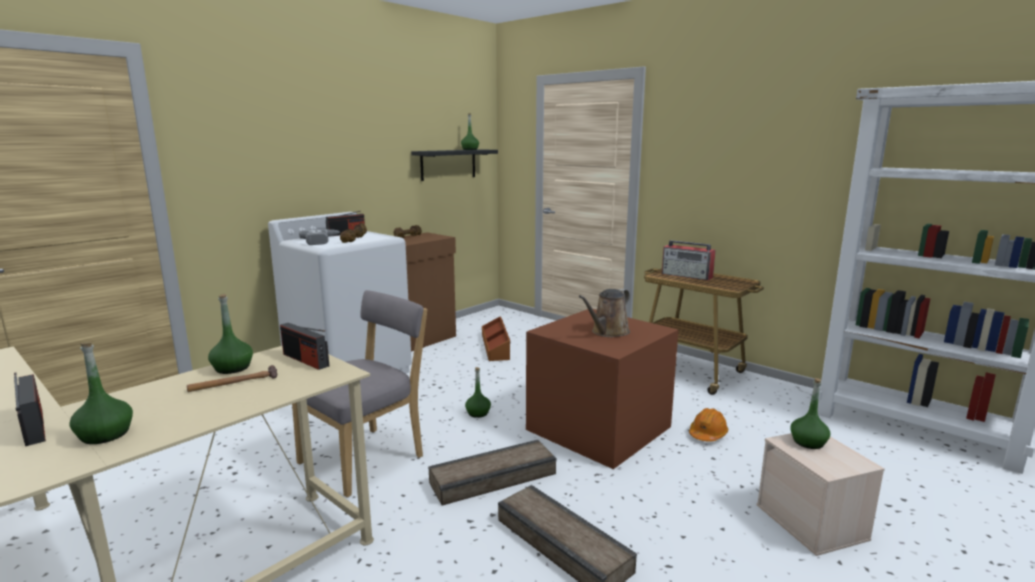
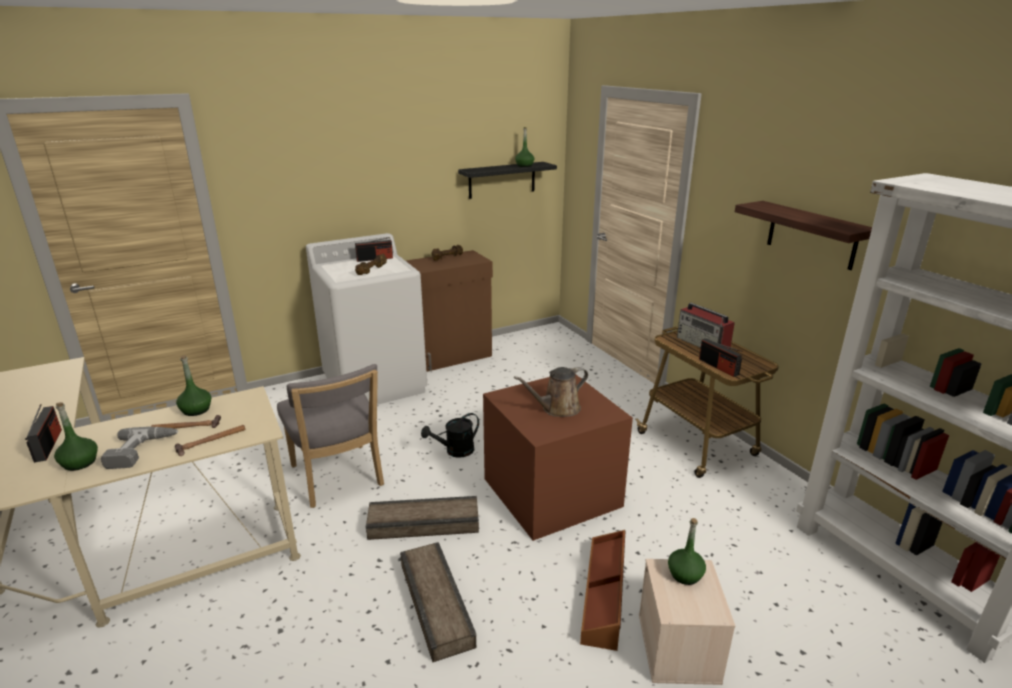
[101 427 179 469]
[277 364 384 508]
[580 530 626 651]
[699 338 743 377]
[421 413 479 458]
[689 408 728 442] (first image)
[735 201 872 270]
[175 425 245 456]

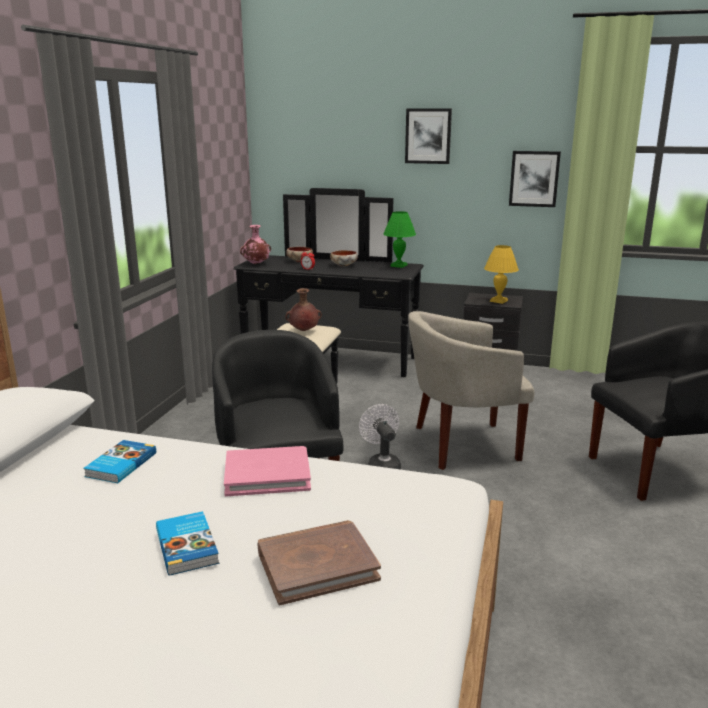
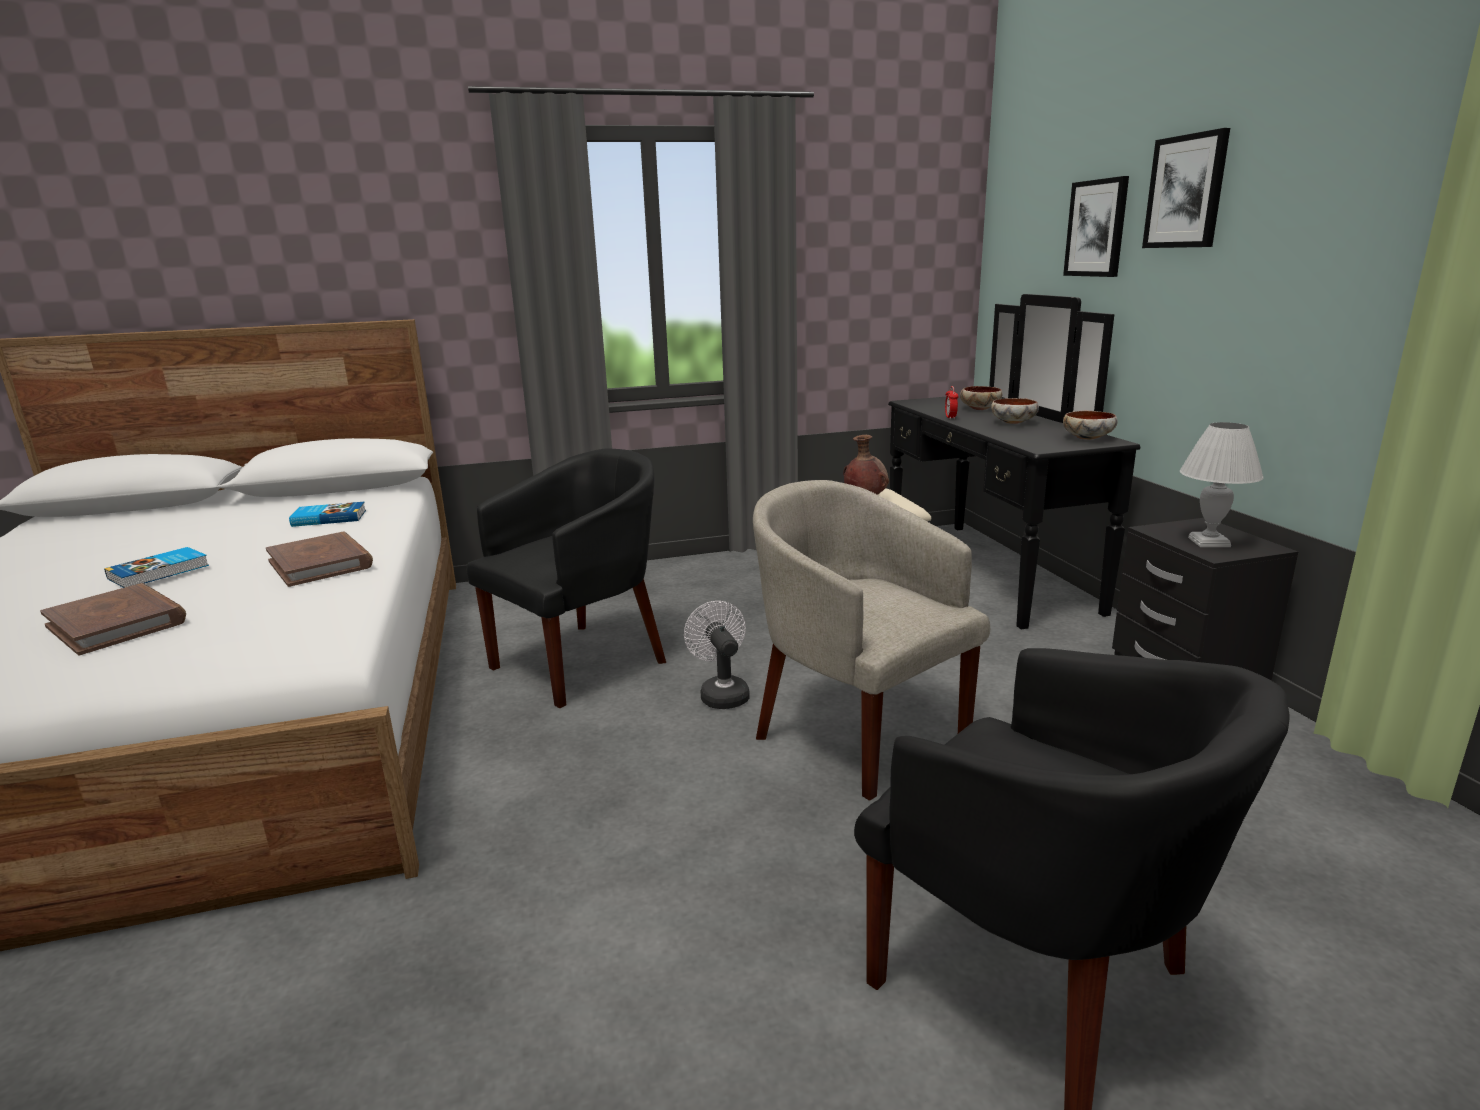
[1063 176 1129 277]
[1063 411 1118 440]
[240 225 271 264] (first image)
[1180 422 1264 547]
[684 601 750 709]
[266 532 373 587]

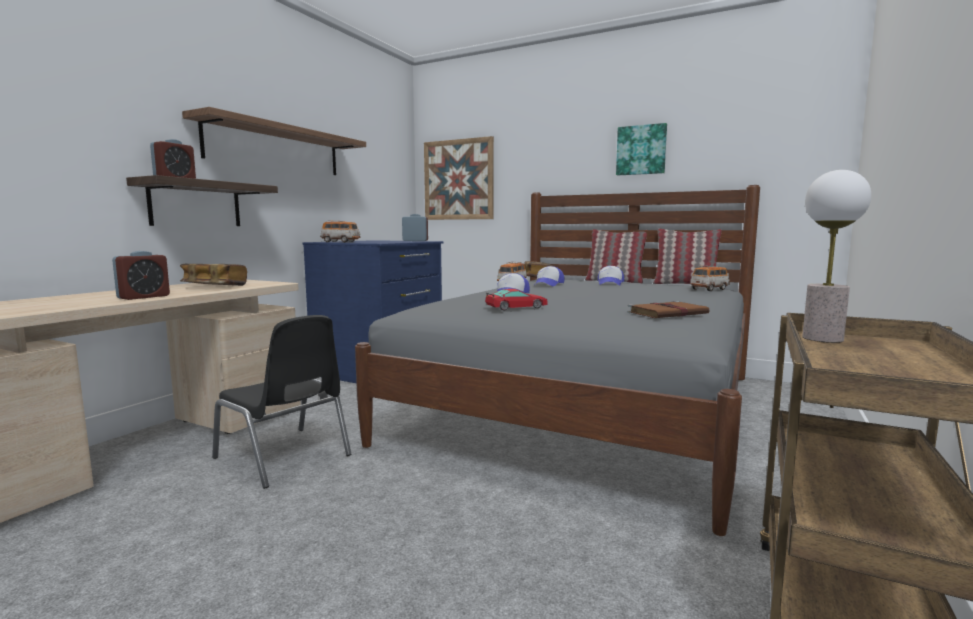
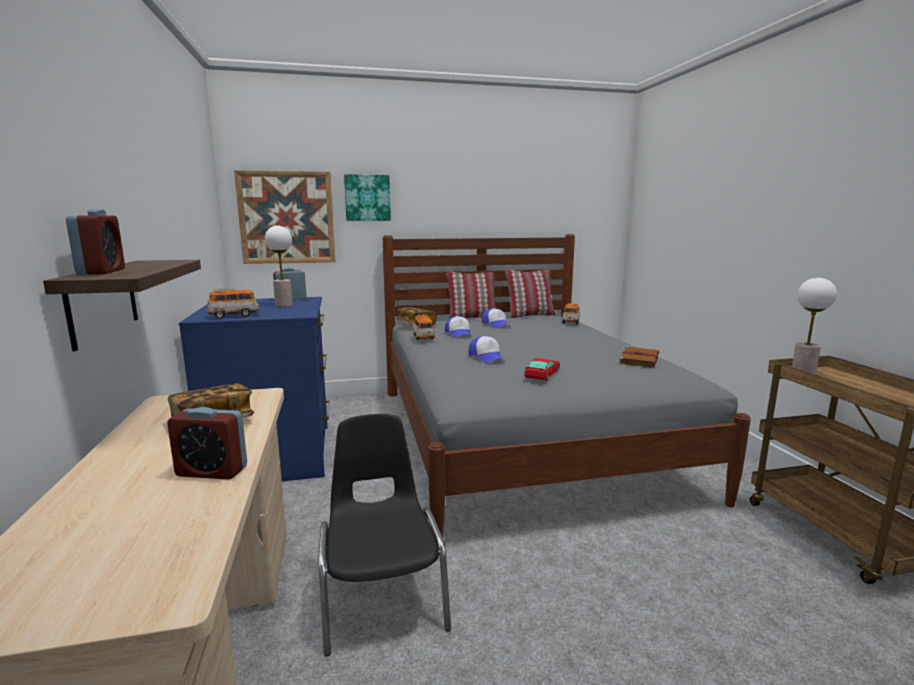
[182 107 366 175] (first image)
[344 174 391 221]
[167 407 247 479]
[319 414 451 656]
[265 226 293 307]

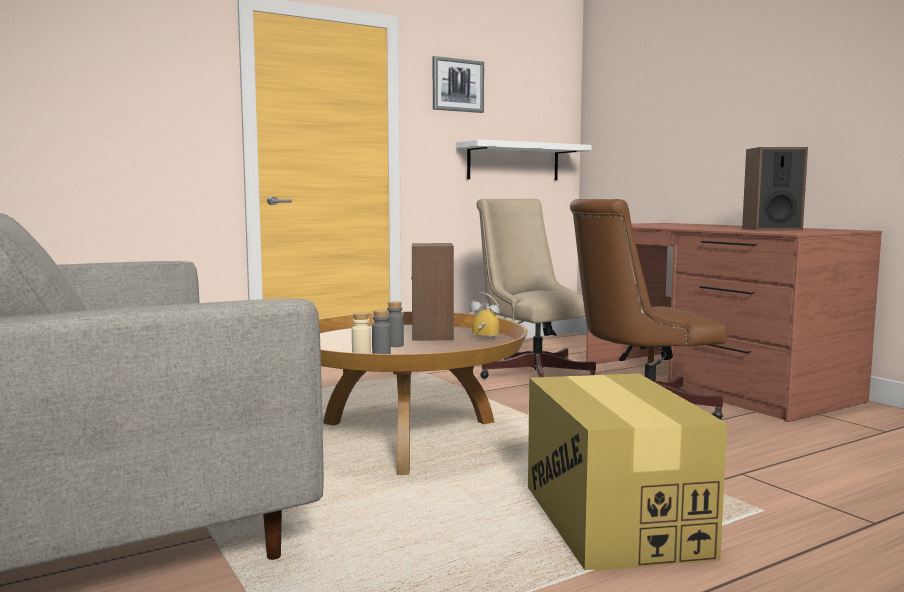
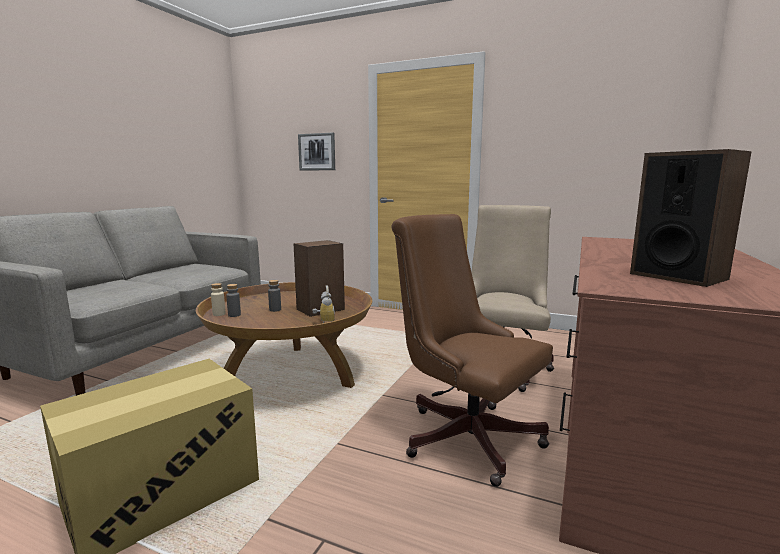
[298 133 335 171]
[456 139 592 180] (first image)

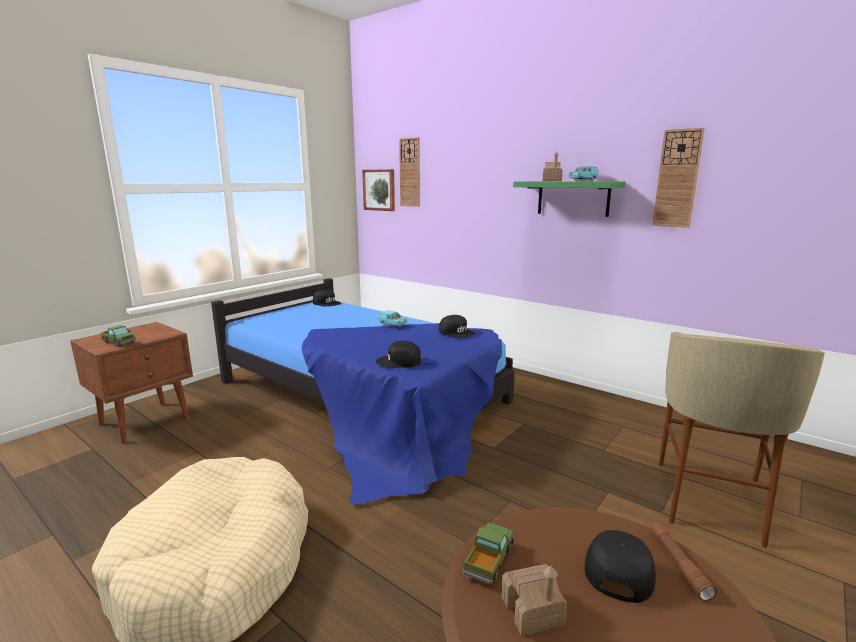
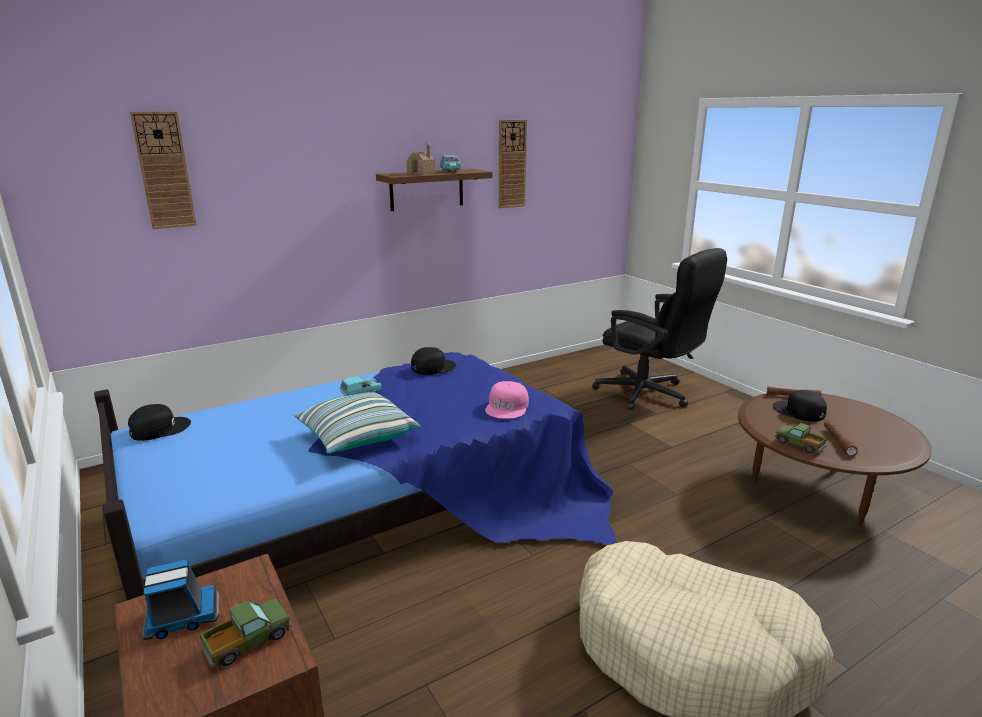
[362 169 395 211] (first image)
[376 169 493 211]
[592 248 727 410]
[485 381 529 419]
[824 421 858 456]
[294 392 421 454]
[142 560 219 640]

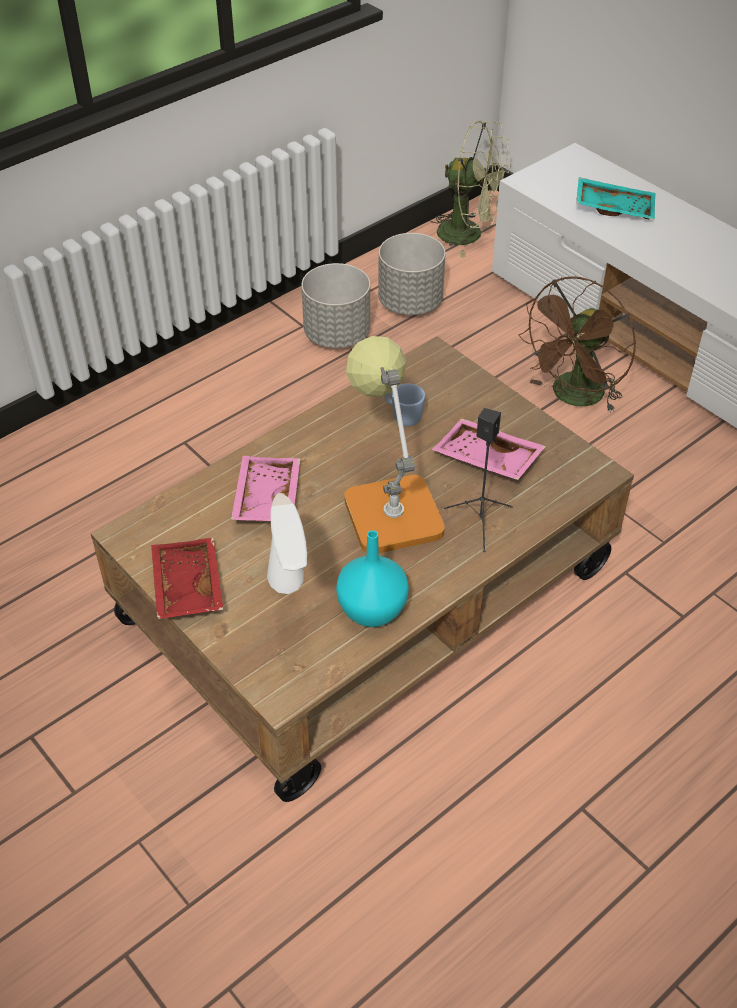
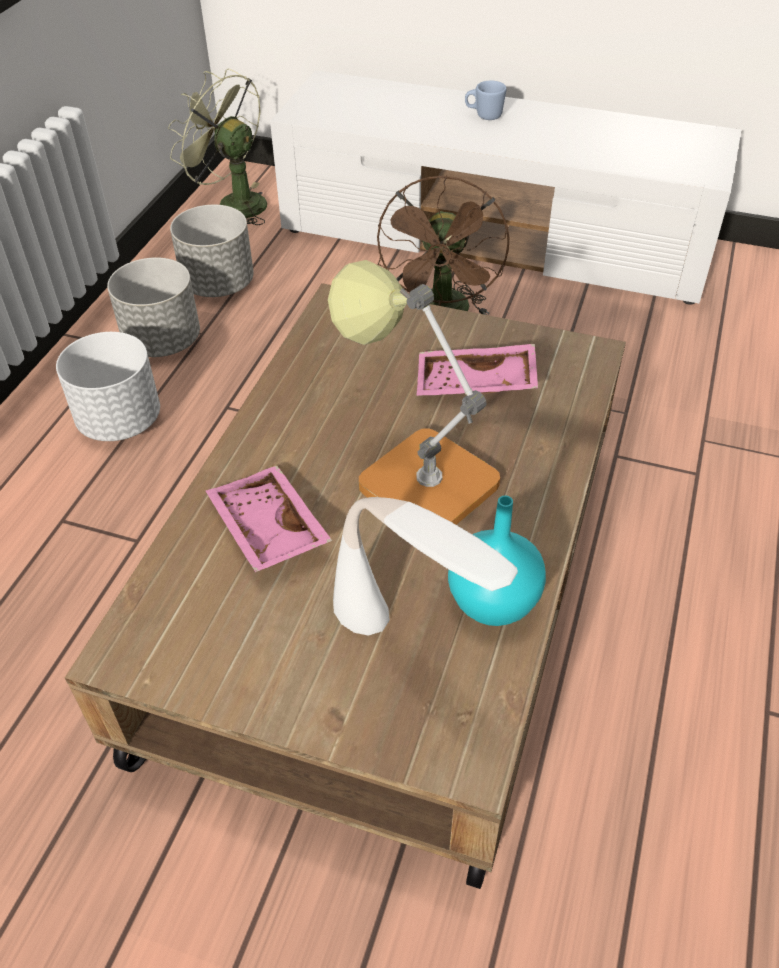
[168 69 267 225]
[576 177 655 220] (first image)
[465 81 507 120]
[444 408 513 552] (first image)
[151 538 223 619] (first image)
[56 332 160 441]

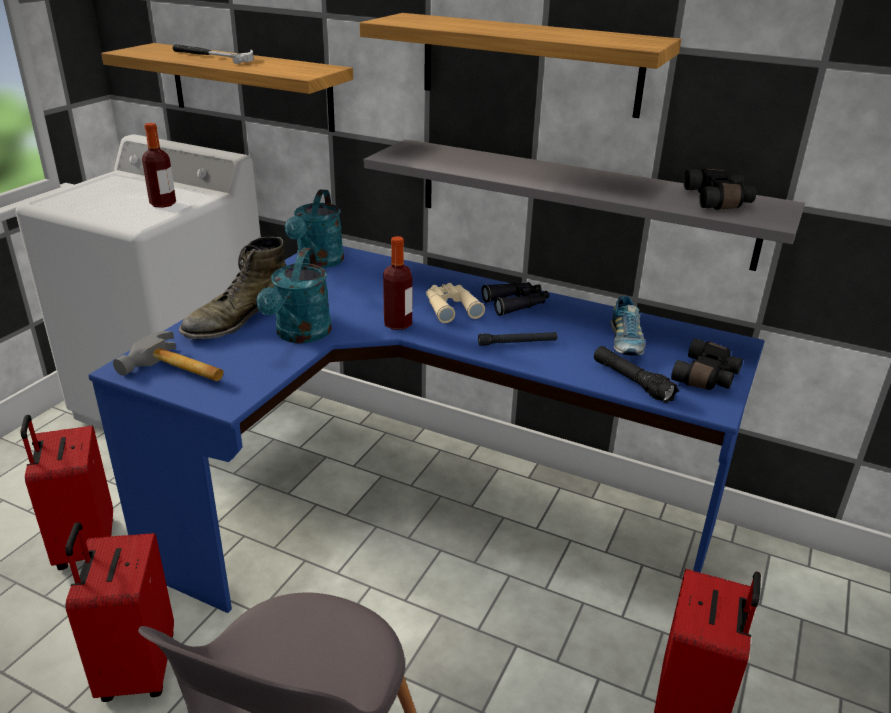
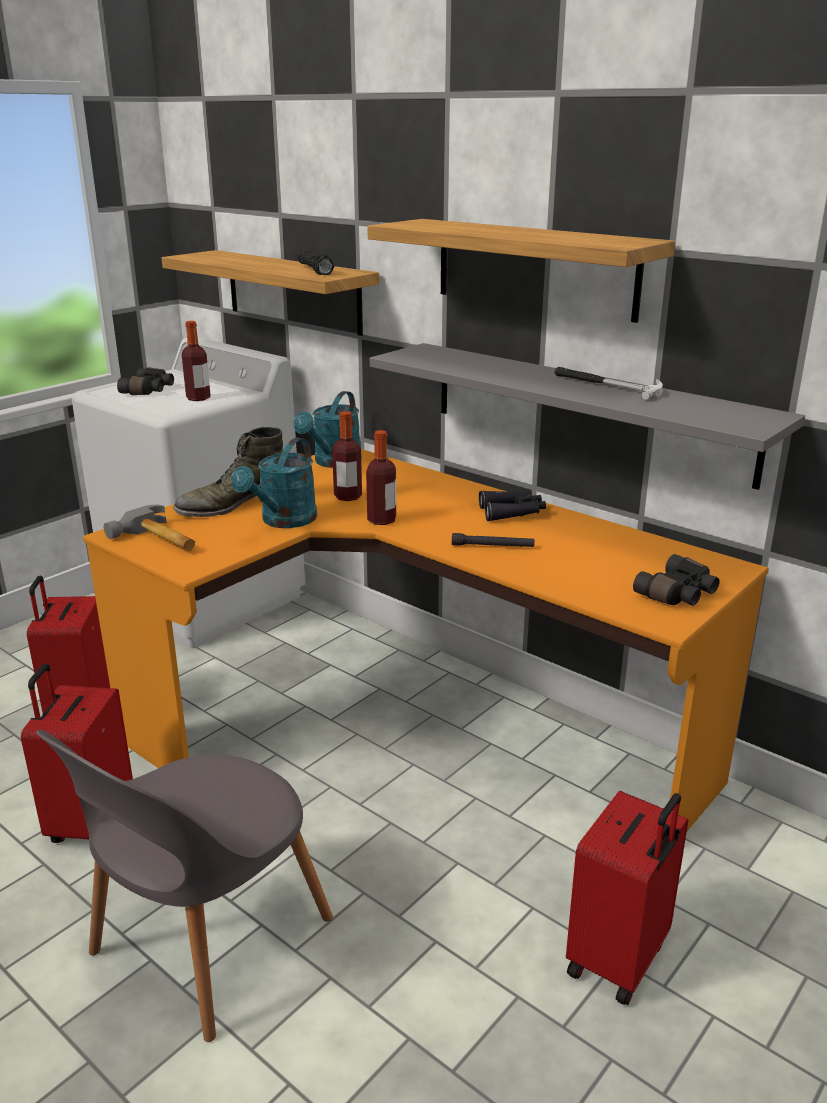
[554 367 663 400]
[117 367 174 395]
[83 449 769 831]
[426 283 485 323] (first image)
[610 295 646 356] (first image)
[297 250 334 275]
[332 411 362 501]

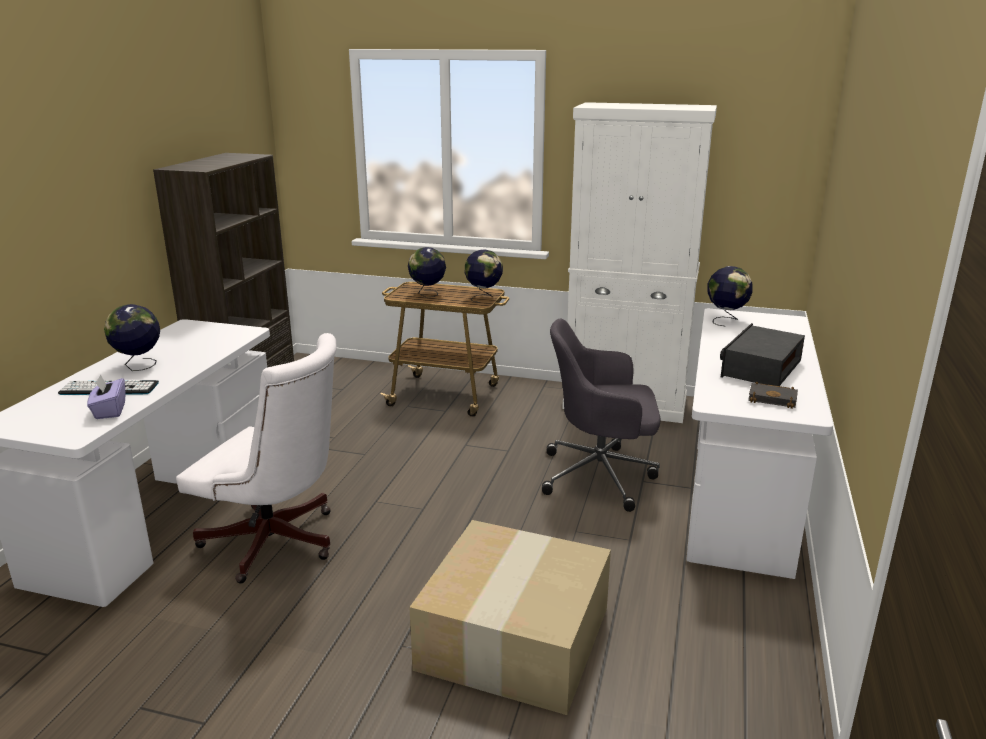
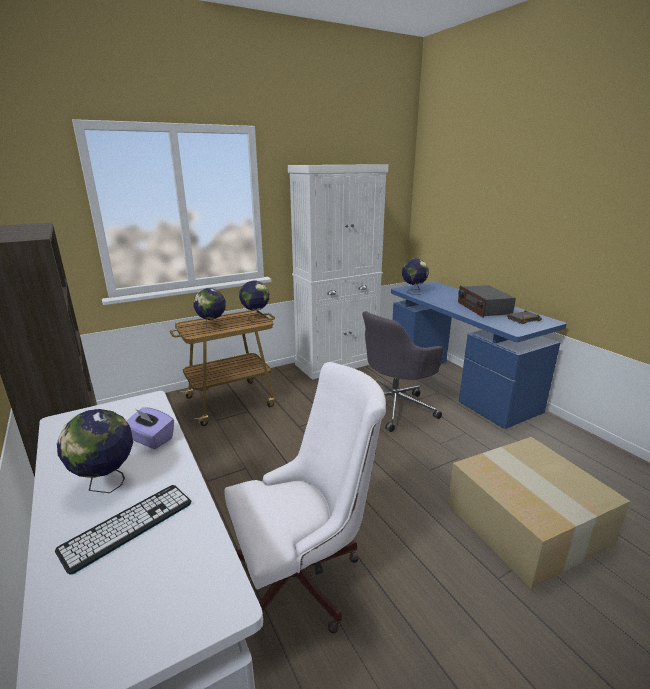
[391 282 567 429]
[127 407 174 449]

